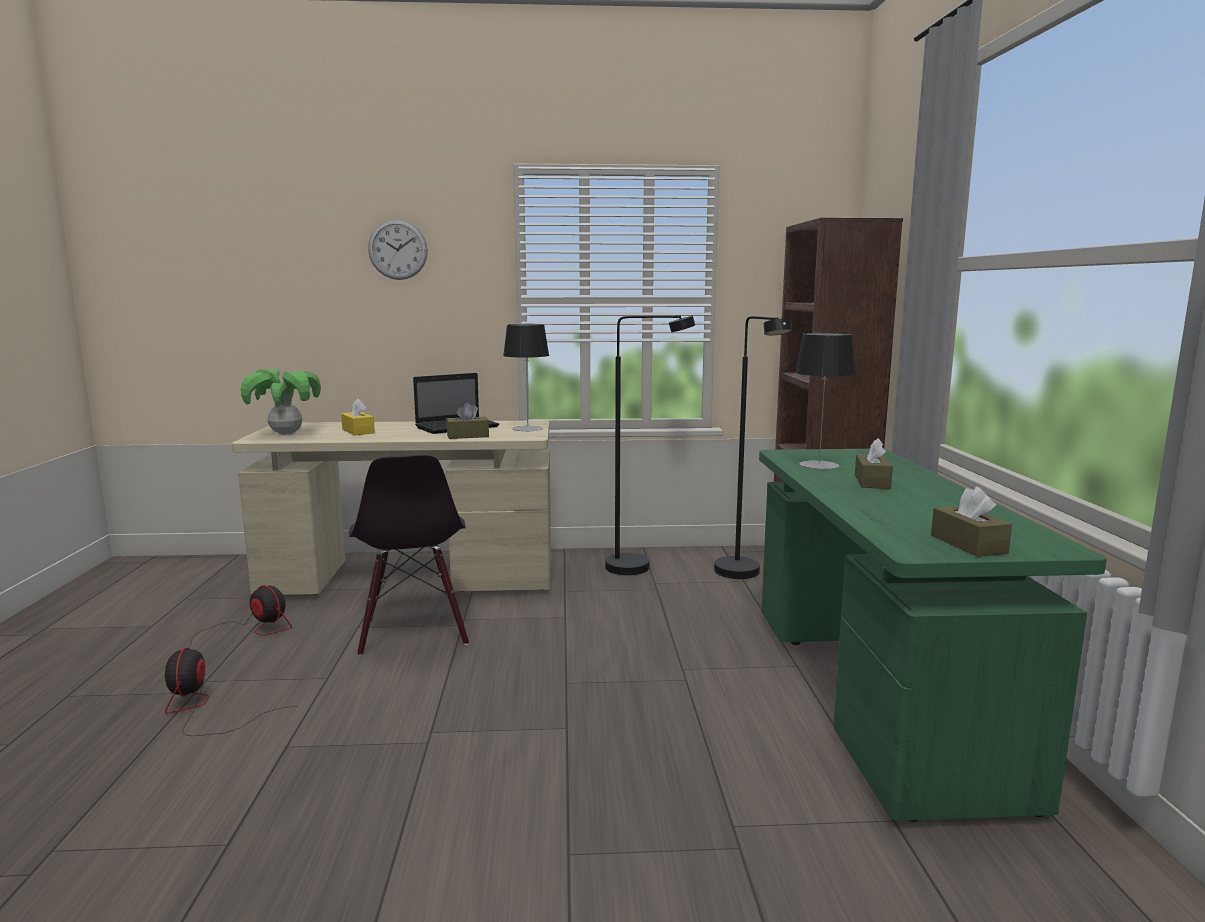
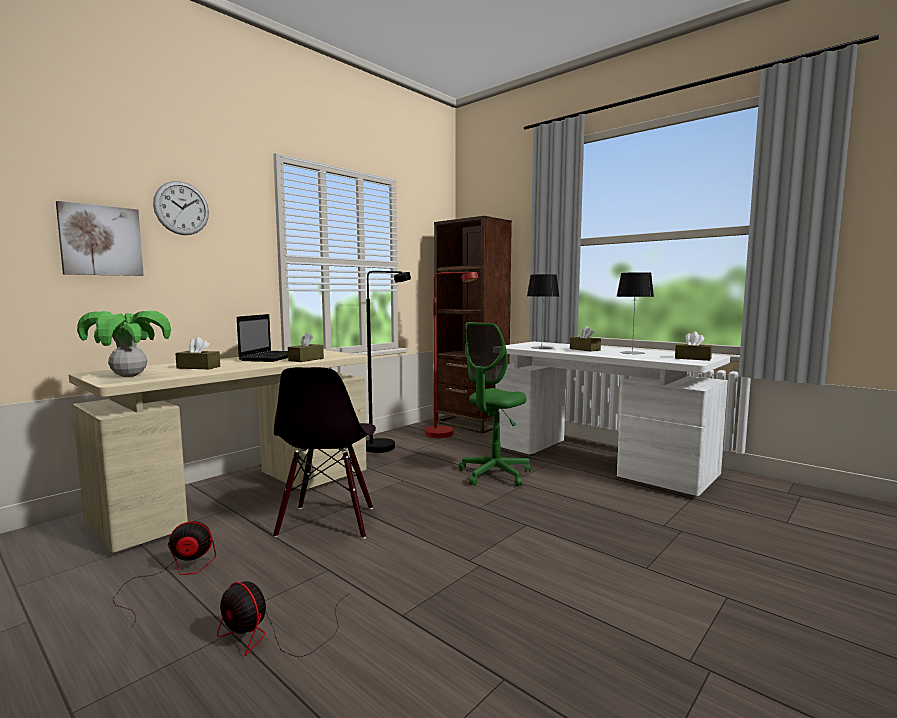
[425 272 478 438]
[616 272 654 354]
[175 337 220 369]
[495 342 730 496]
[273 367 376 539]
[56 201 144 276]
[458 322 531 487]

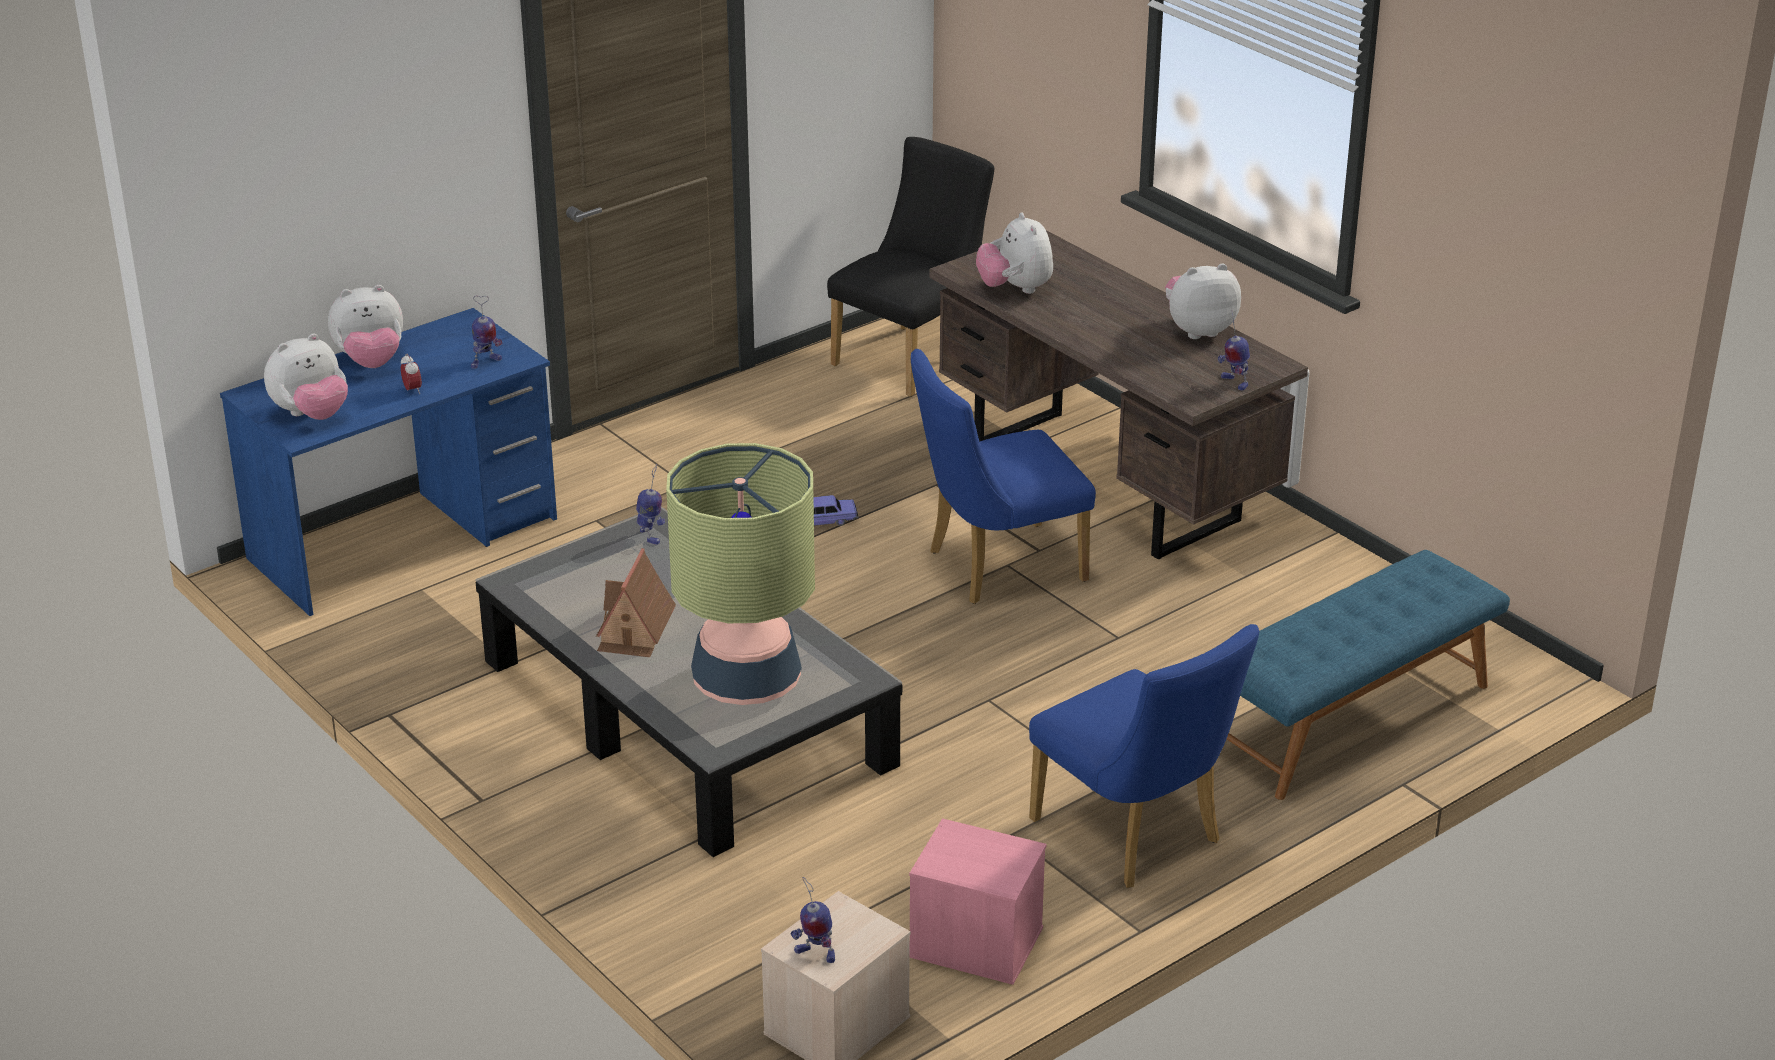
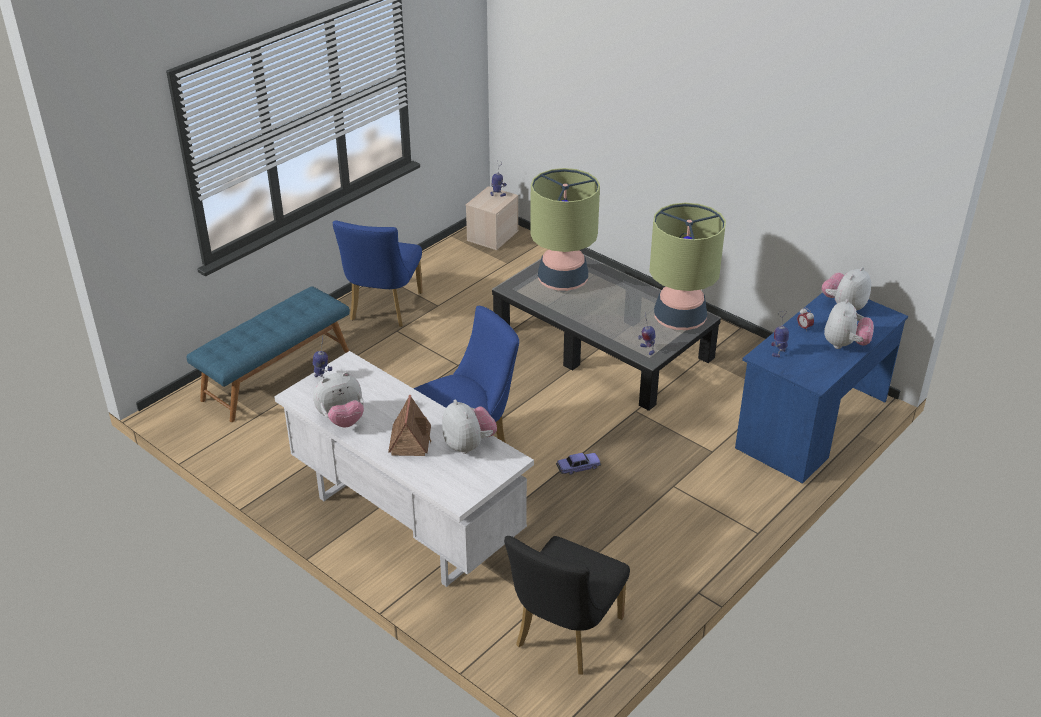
[274 351 534 587]
[824 299 874 349]
[388 395 431 456]
[333 220 423 327]
[909 818 1047 985] (first image)
[649 203 726 330]

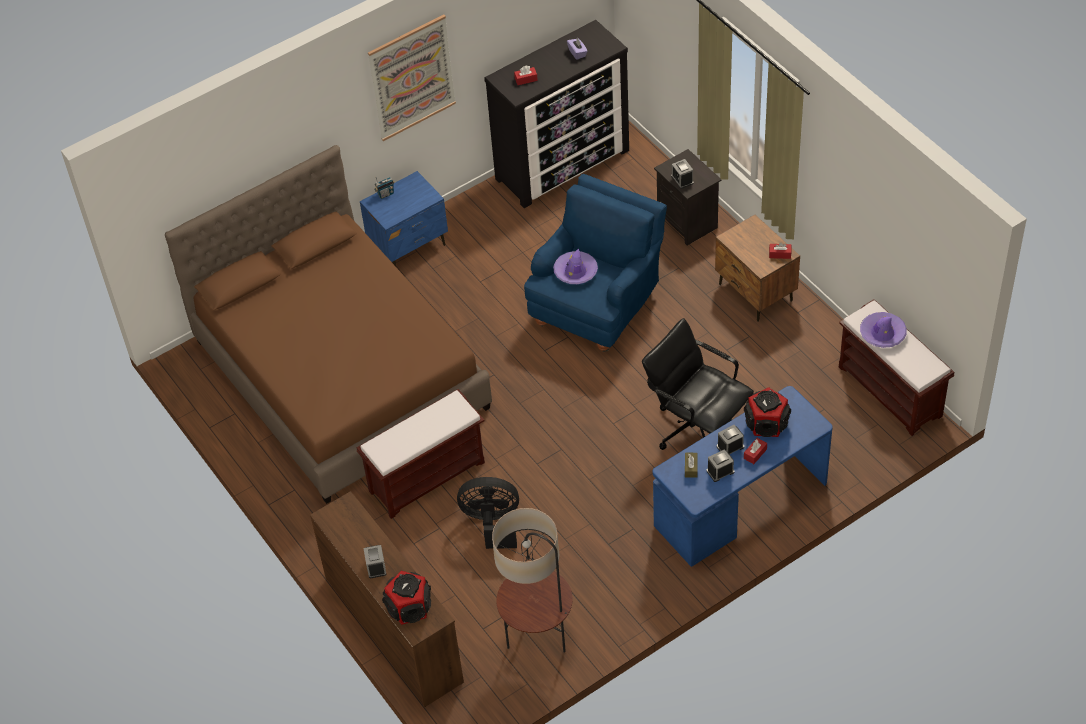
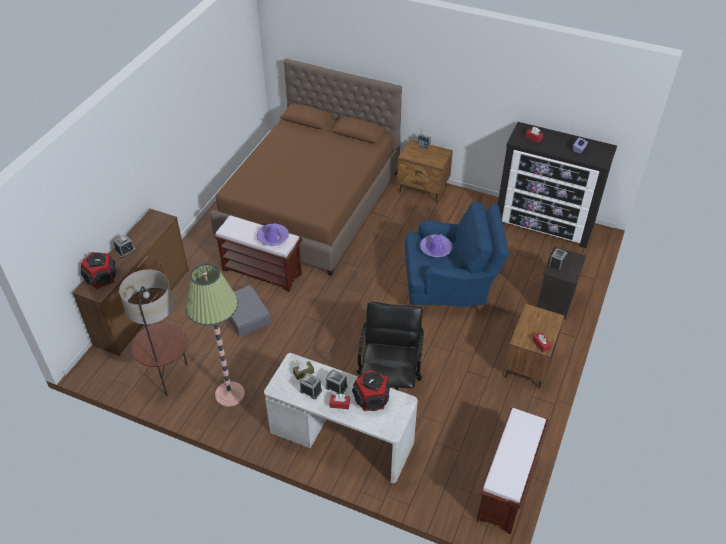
[368 14 456 141] (first image)
[397 139 453 203]
[256 224 289 246]
[264 353 418 483]
[228 285 271 337]
[185 264 245 407]

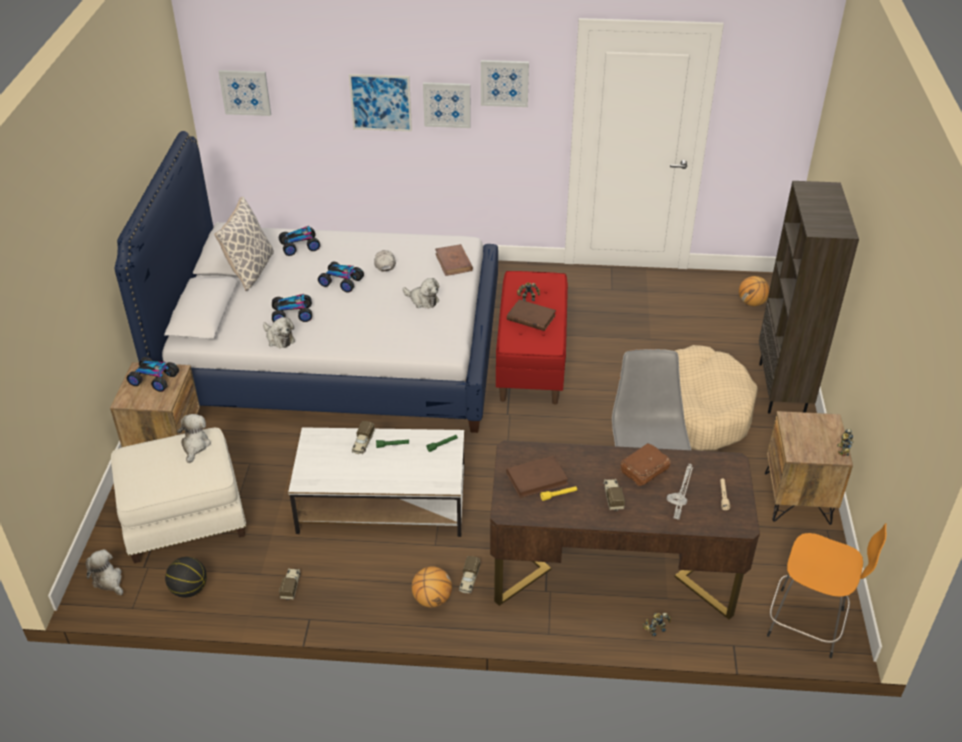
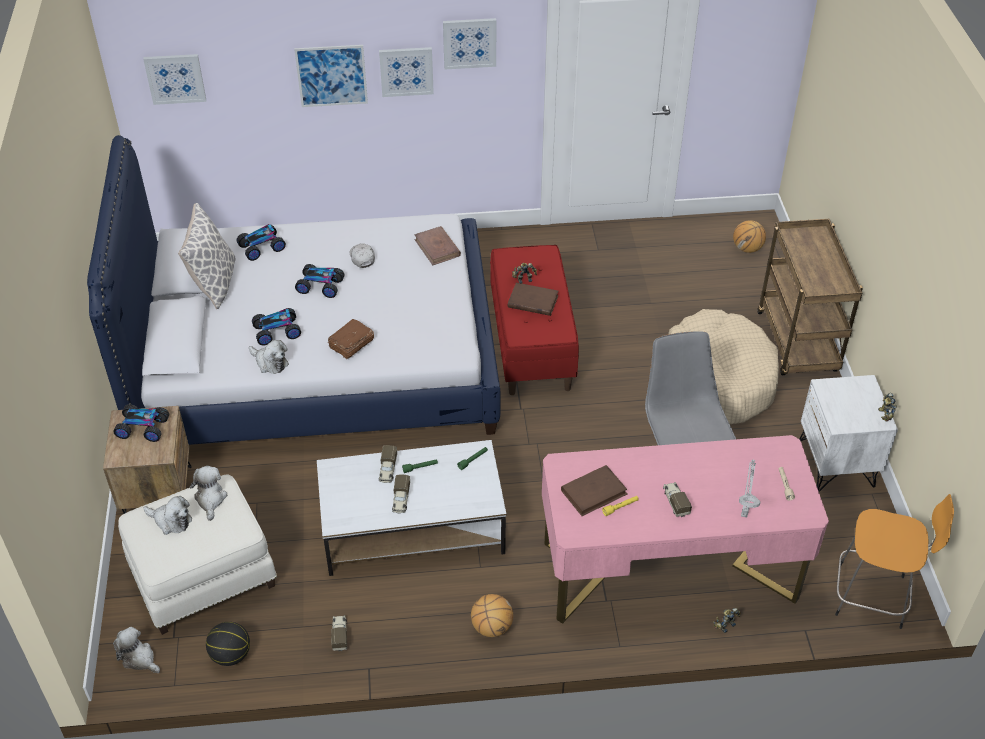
[757 219 863 375]
[143 496 192 535]
[799 375 898 492]
[542 435 829 624]
[328 319 374 359]
[392 474 410 514]

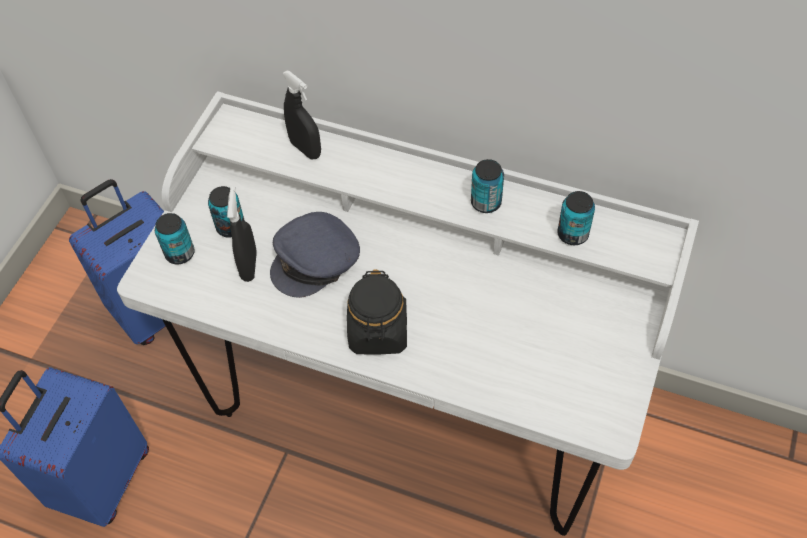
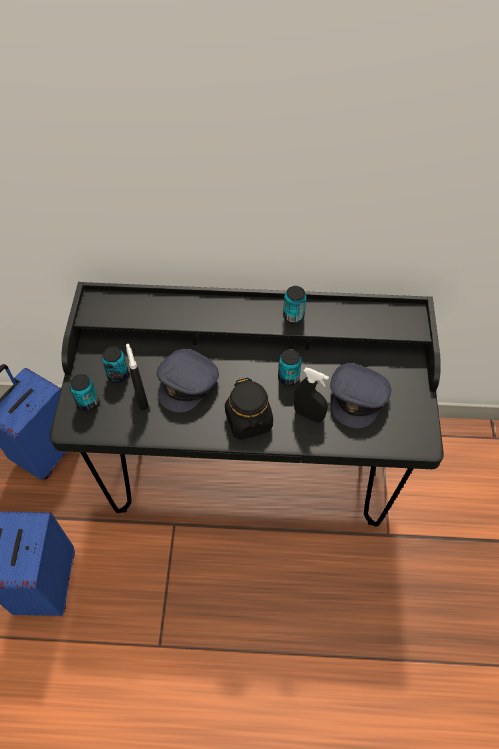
[294 368 329 423]
[50 282 444 526]
[278 349 302 386]
[330 363 391 428]

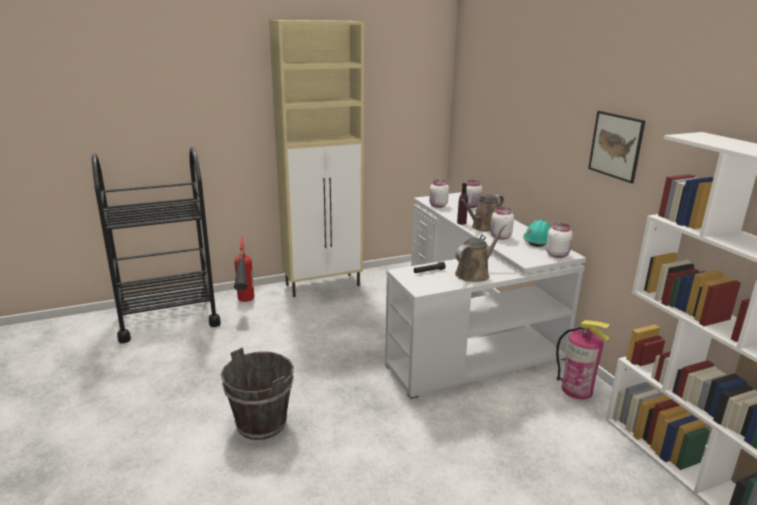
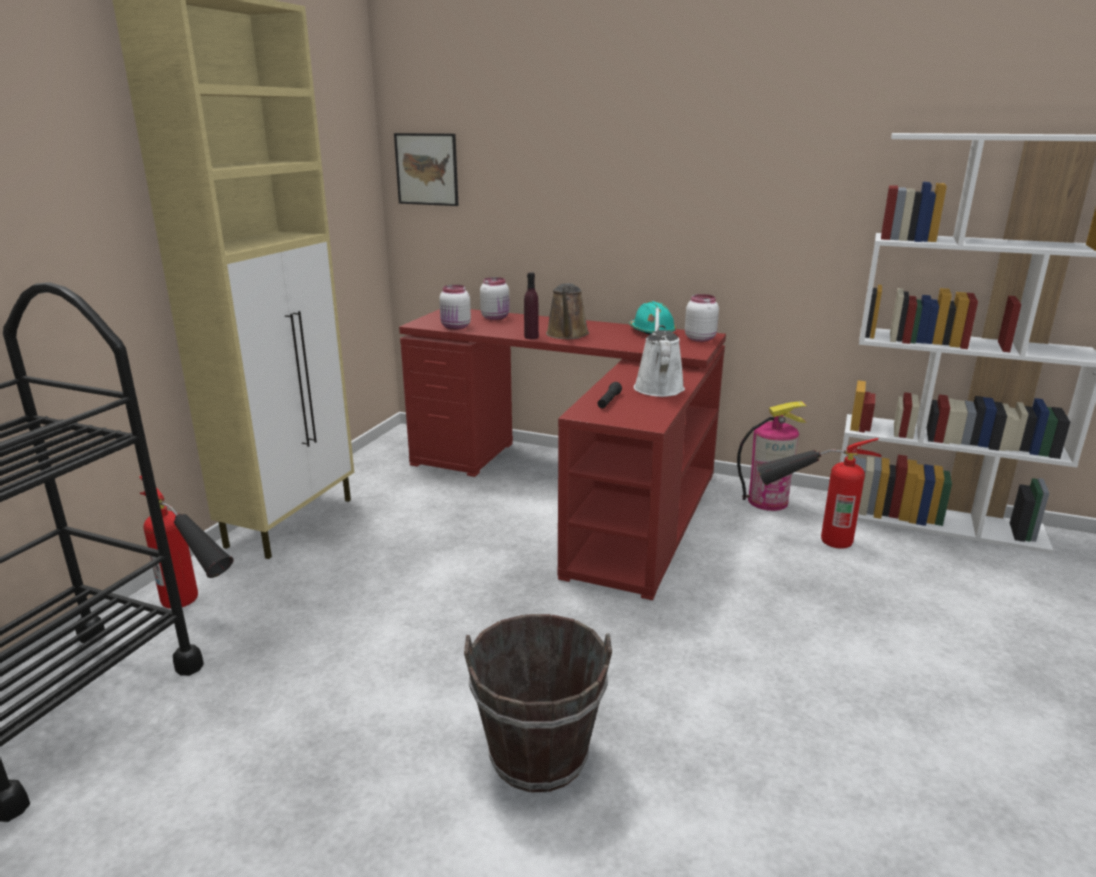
[394 133 459 206]
[399 309 726 600]
[490 207 514 240] (first image)
[634 307 685 397]
[758 438 881 549]

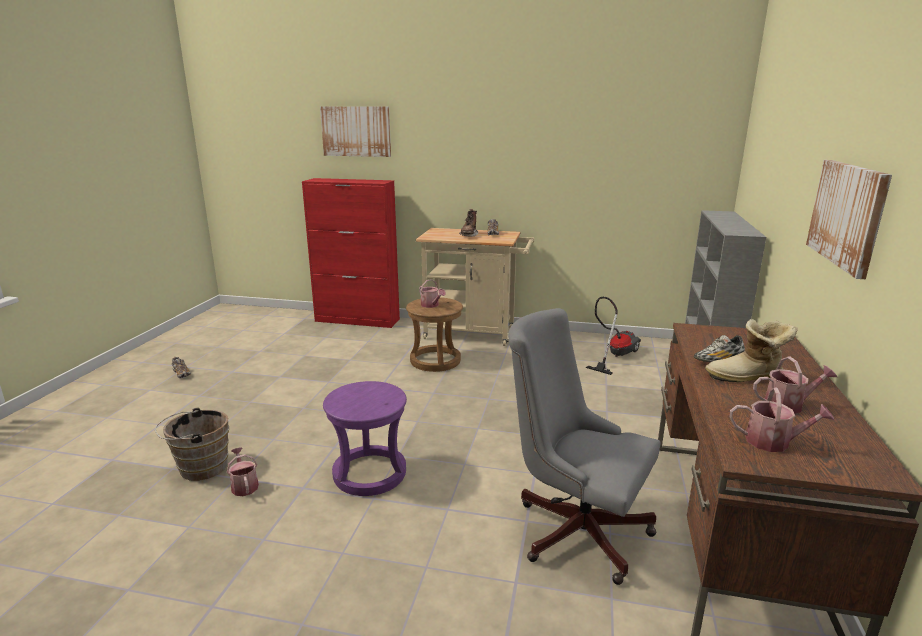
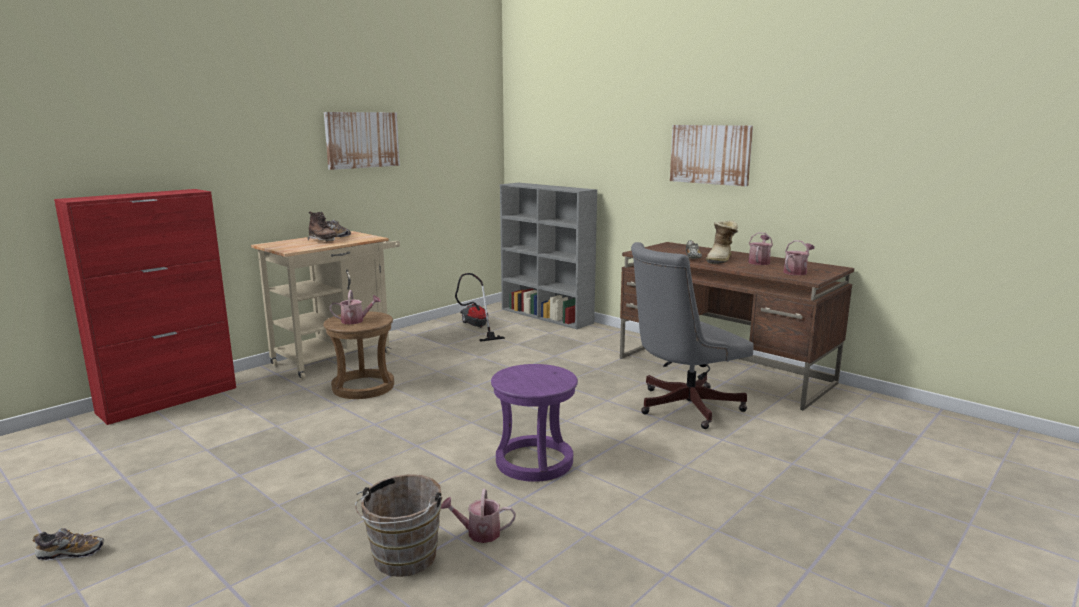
[324 112 400 170]

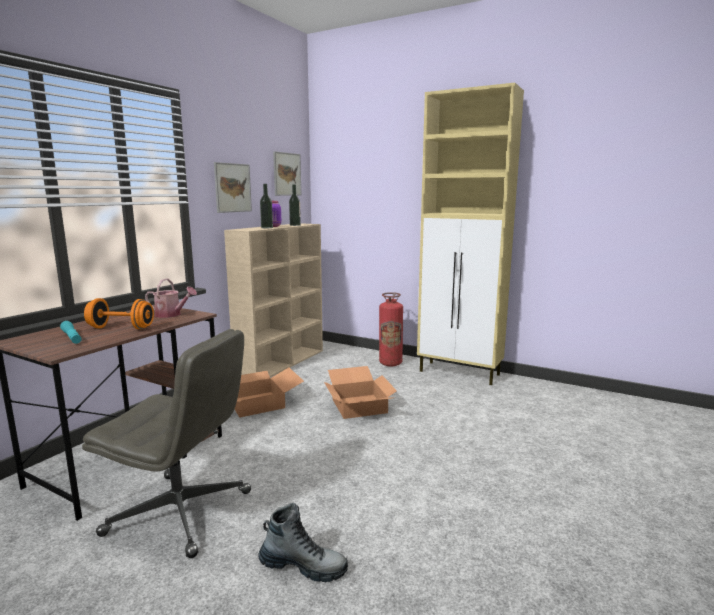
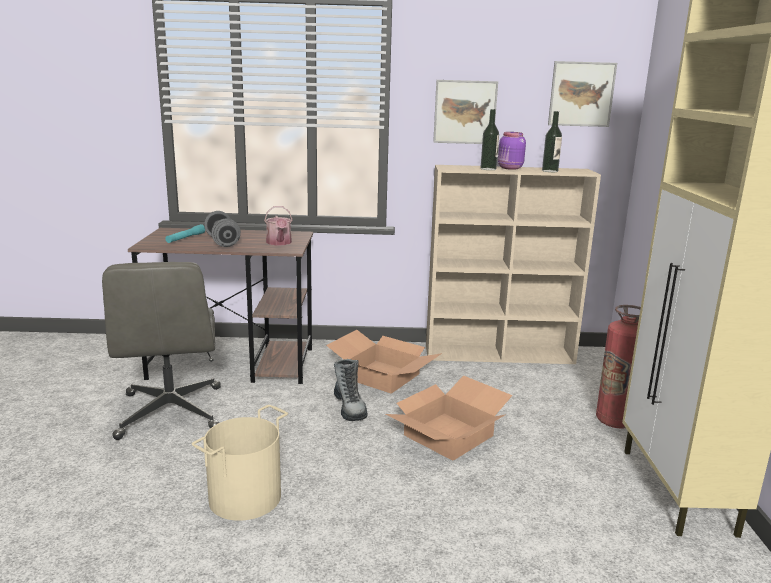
[204 211 241 247]
[334 359 367 421]
[192 405 288 521]

